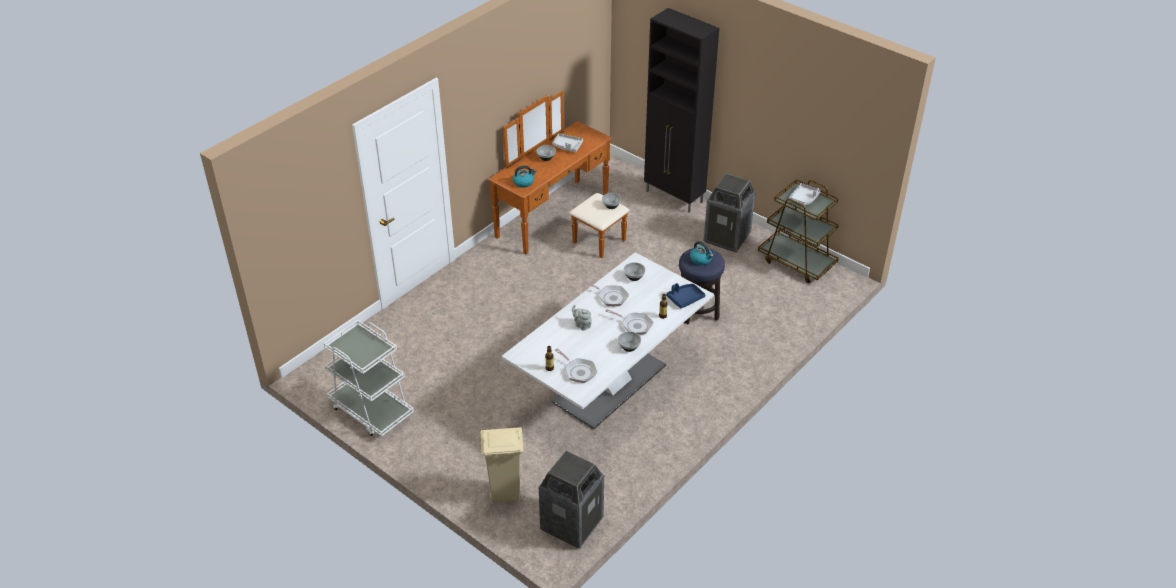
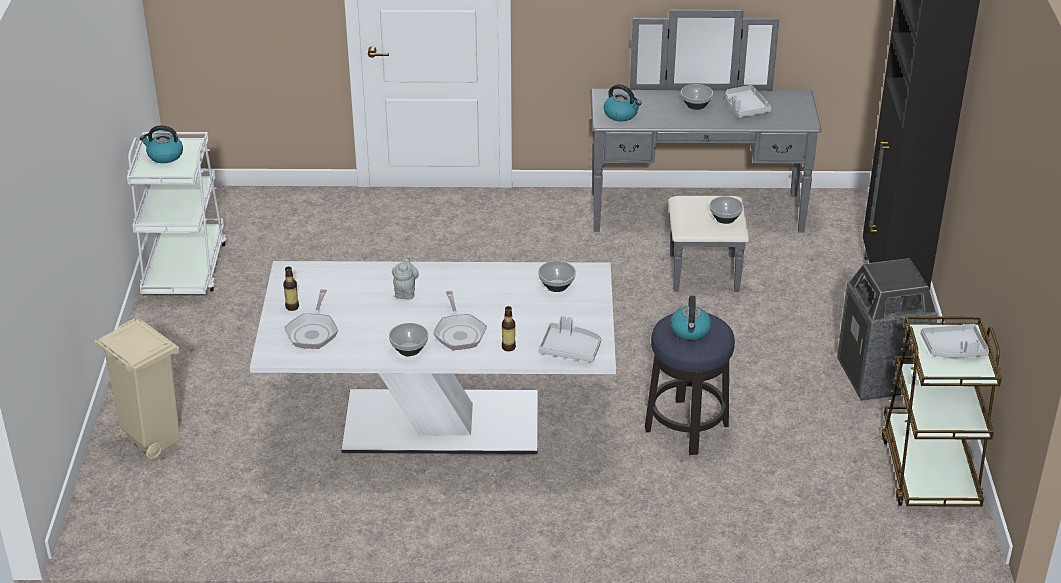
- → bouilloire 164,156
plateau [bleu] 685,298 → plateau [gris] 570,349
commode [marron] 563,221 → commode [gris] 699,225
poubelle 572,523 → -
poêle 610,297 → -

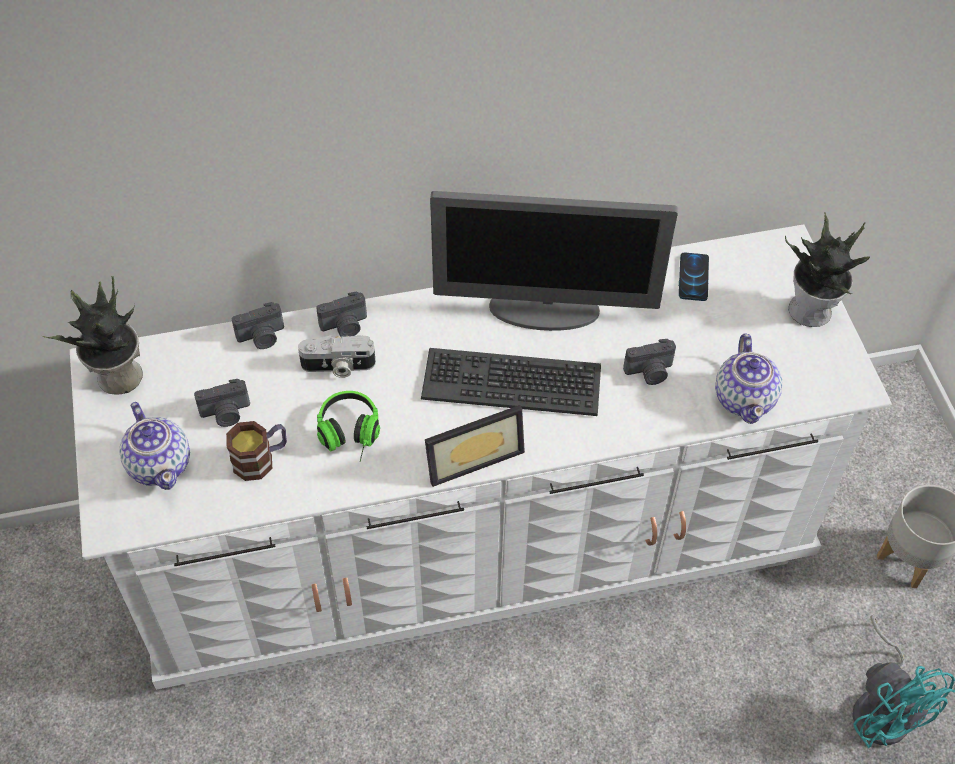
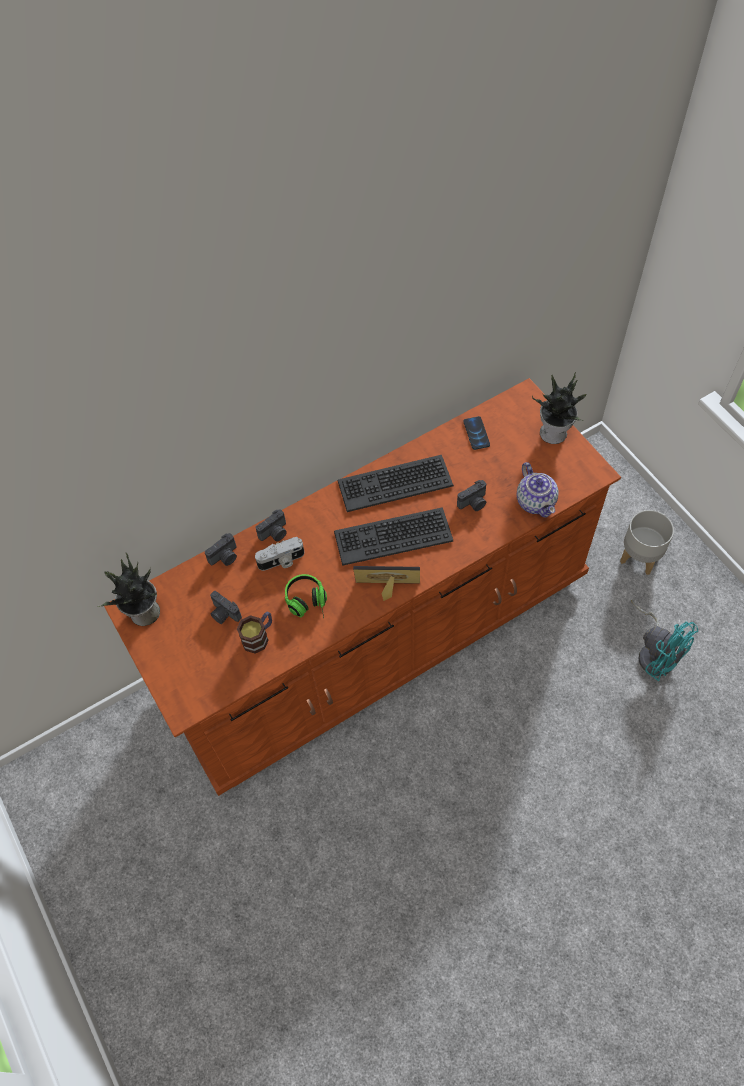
commode [blanc] 474,541 → commode [marron] 377,633
appareil photo 226,413 → appareil photo 224,614, 75 degrees clockwise
écran d'ordinateur 545,310 → clavier 395,483
cadre photo 471,455 → cadre photo 387,591, 135 degrees counterclockwise
théière 160,464 → -

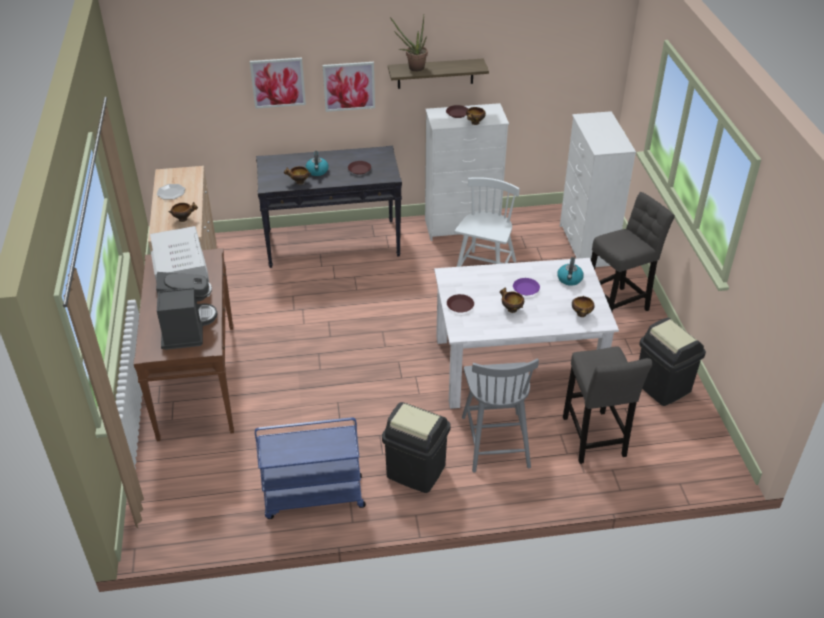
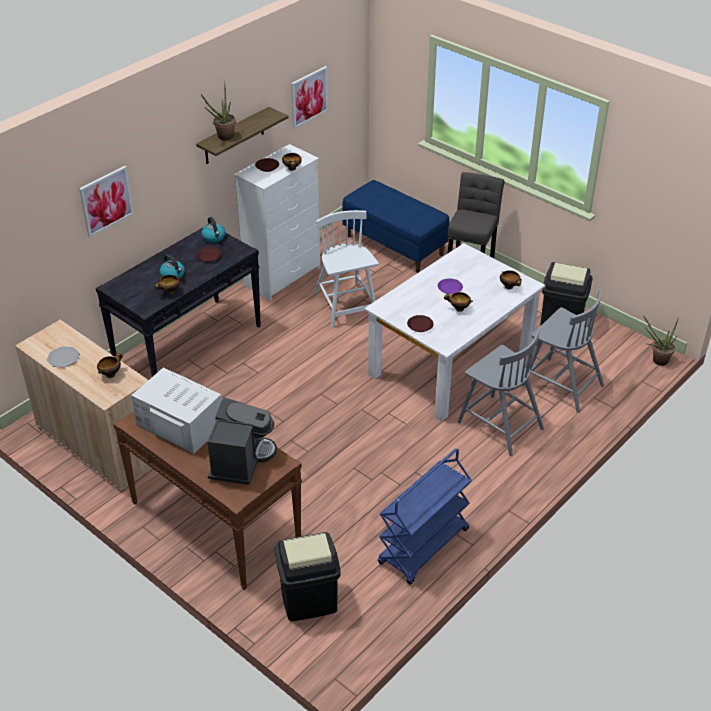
bouilloire 569,279 → bouilloire 214,237, moved
machine à café 186,328 → machine à café 240,460, 60 degrees clockwise
poubelle [noir] 415,471 → poubelle [noir] 309,600, moved
tableau 349,86 → tableau 309,96, moved
commode [blanc] 586,245 → banc [bleu] 395,245
tabouret [gris] 594,440 → chaise [gris] 561,384
- → plante en pot 656,360

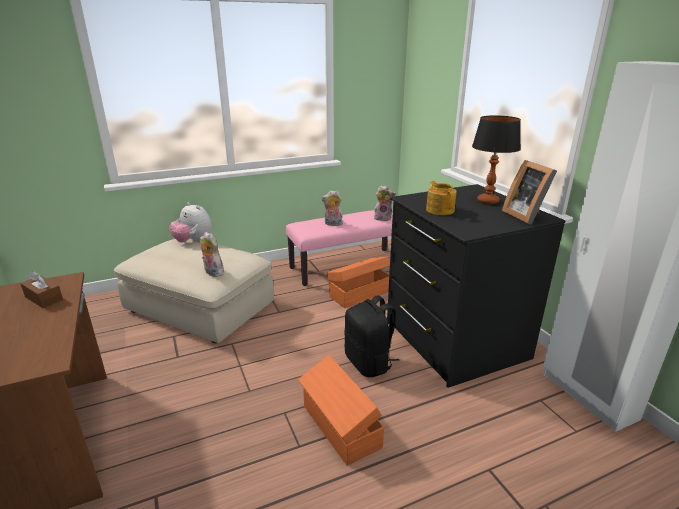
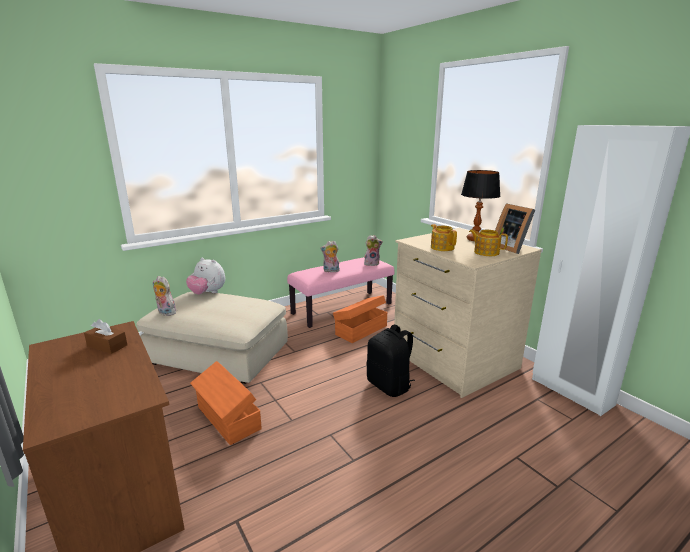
peluche 212,273 → peluche 165,313, moved
boîte de rangement [orange] 340,427 → boîte de rangement [orange] 228,419, moved
commode [noir] 453,340 → commode [beige] 453,360
- → théière 486,252

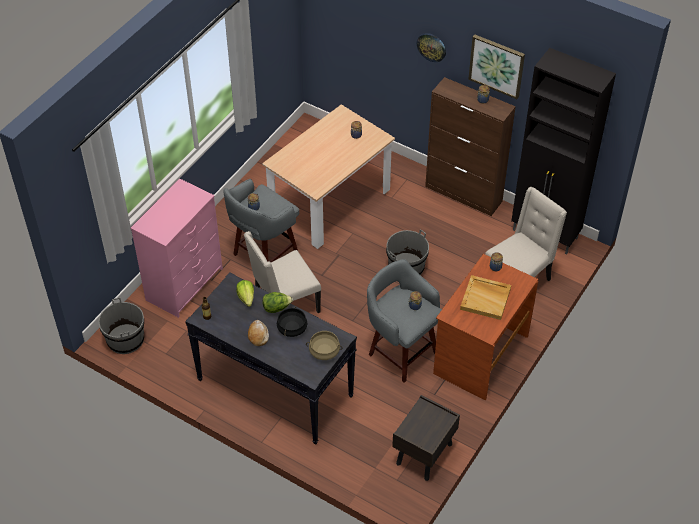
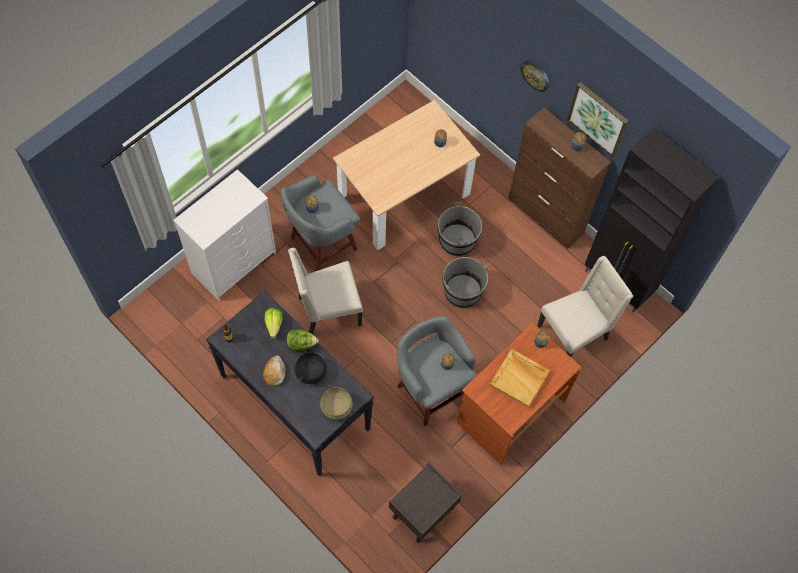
commode [rose] 185,284 → commode [blanc] 234,262
seau [gris] 125,339 → seau [gris] 457,240, moved

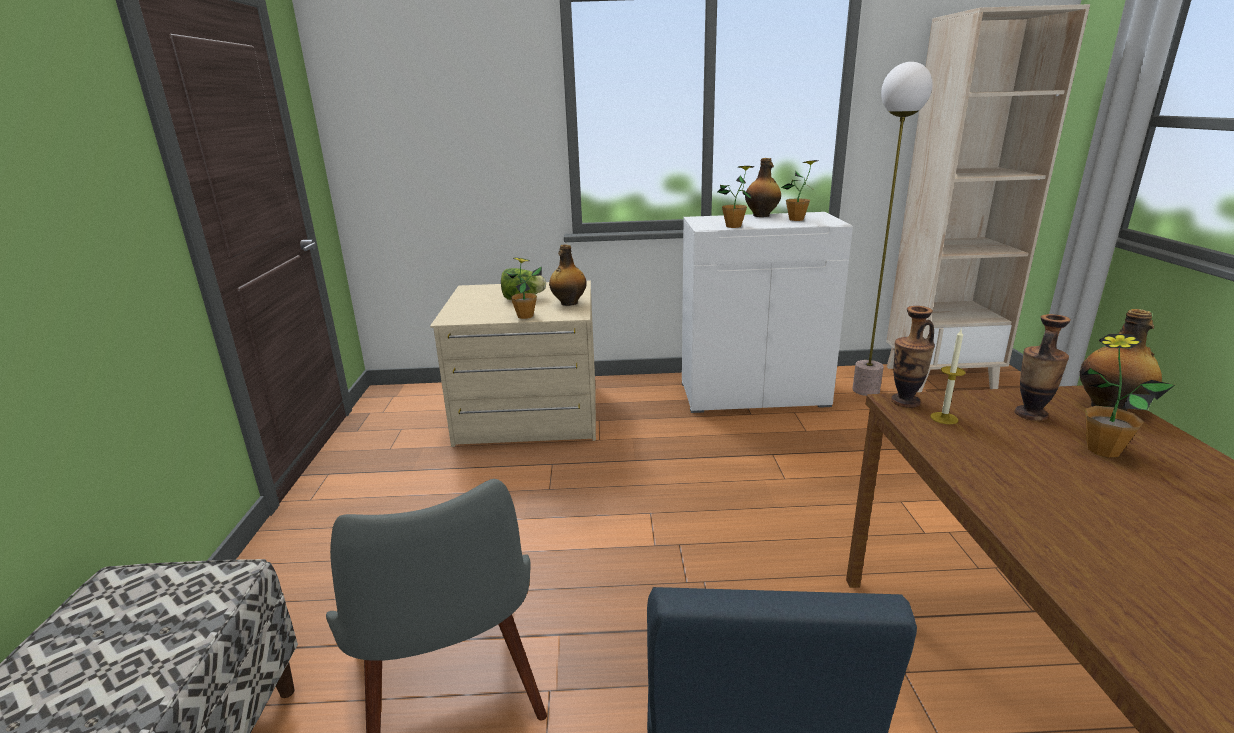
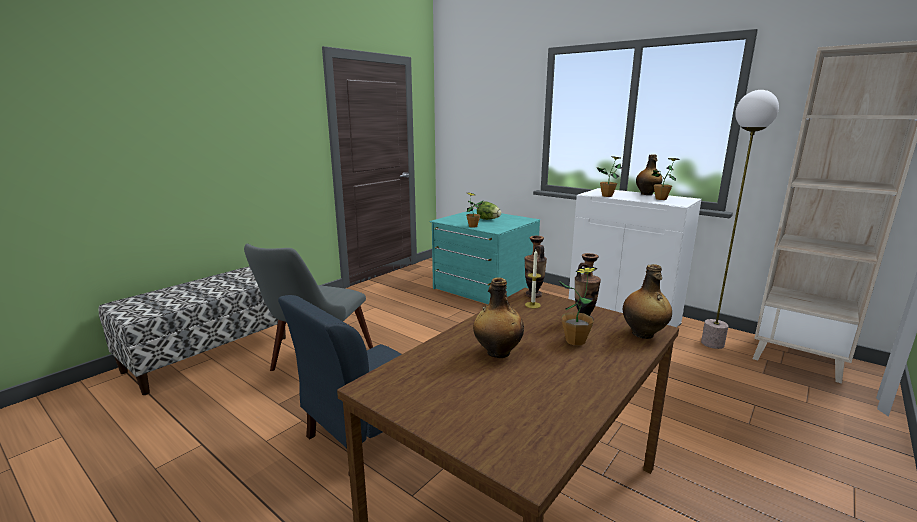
commode [beige] 529,415 → commode [turquoise] 483,288
bouteille 568,303 → bouteille 497,352, moved

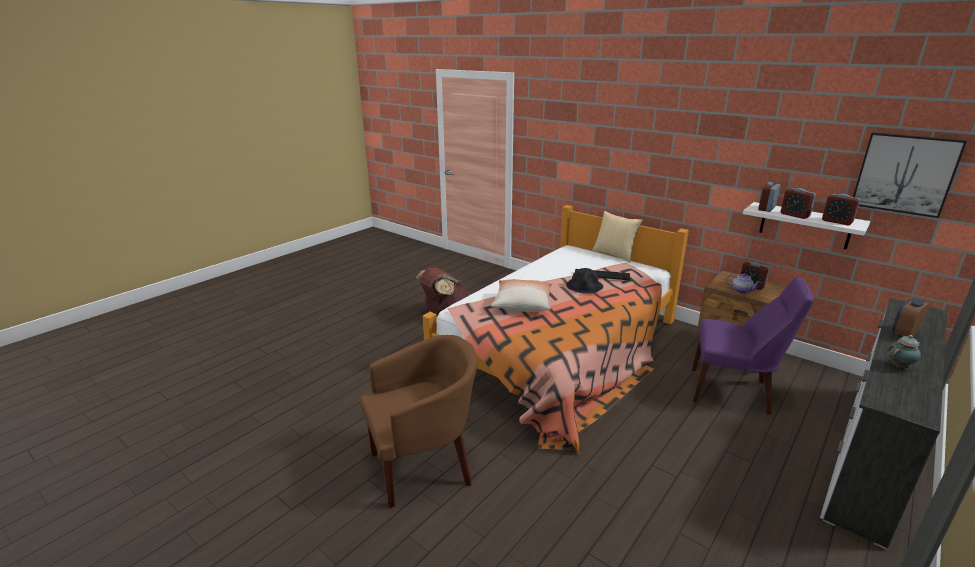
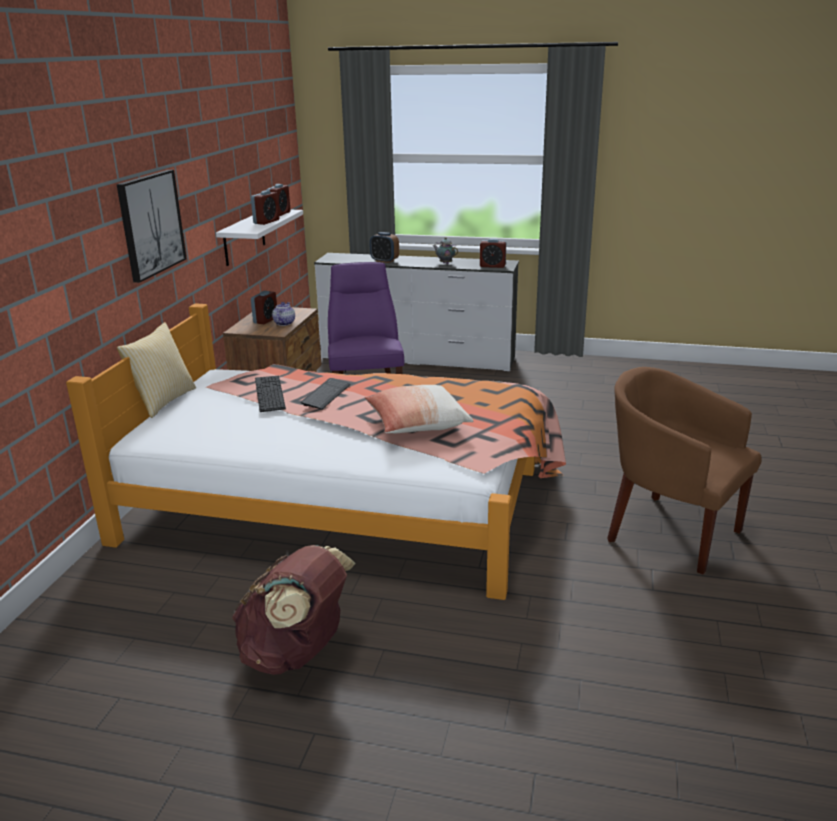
tableau 905,174 → tableau 151,224, moved
chapeau [noir] 584,286 → clavier 326,395
réveil 766,208 → réveil 492,266, moved

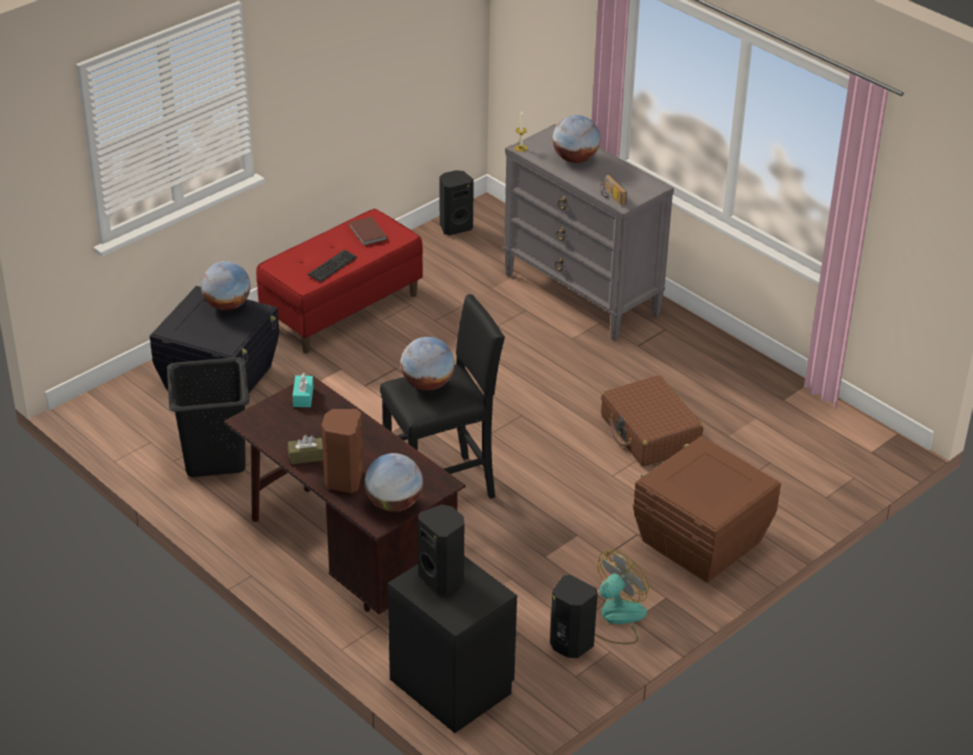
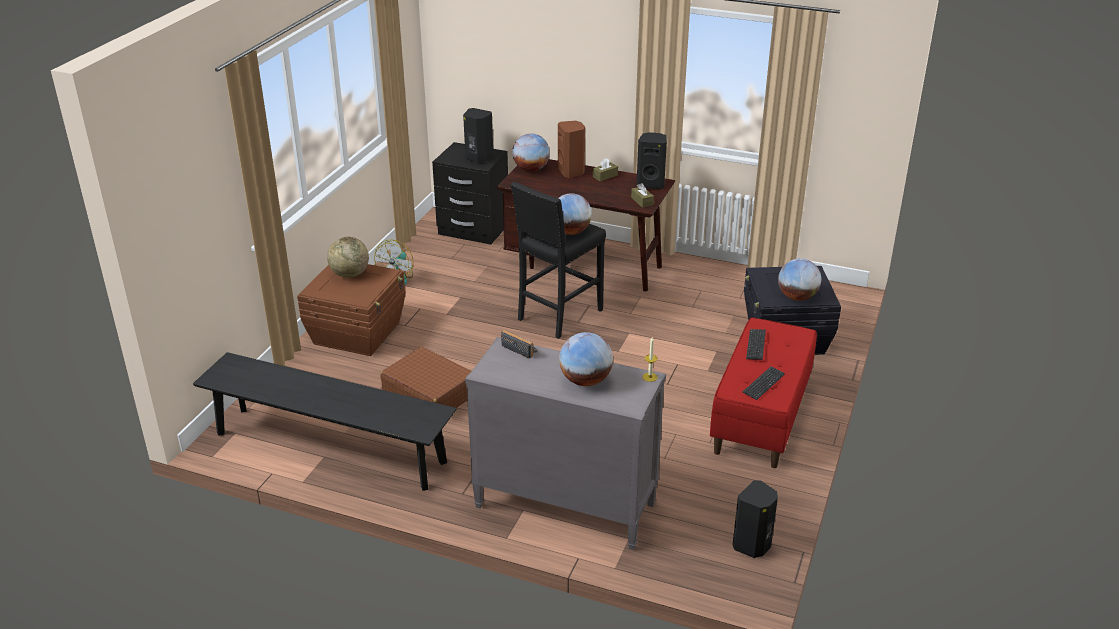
- → banc [noir] 330,448
- → globe 350,274
boîte à mouchoirs [turquoise] 303,397 → boîte à mouchoirs [marron] 642,201
enceinte [noir] 570,645 → enceinte [noir] 651,184, moved
livre [marron] 367,233 → clavier 763,384
panier à linge [noir] 214,457 → -

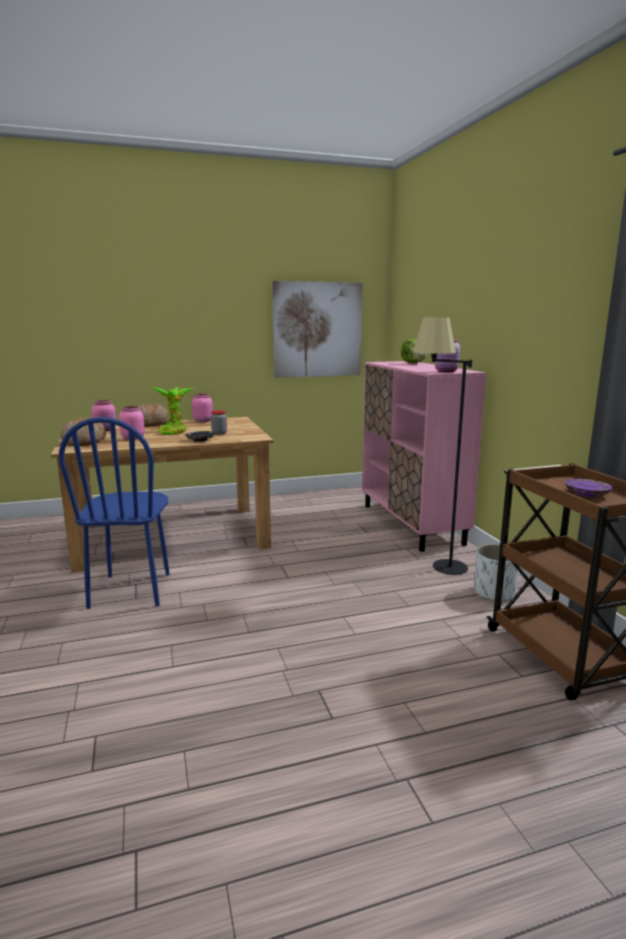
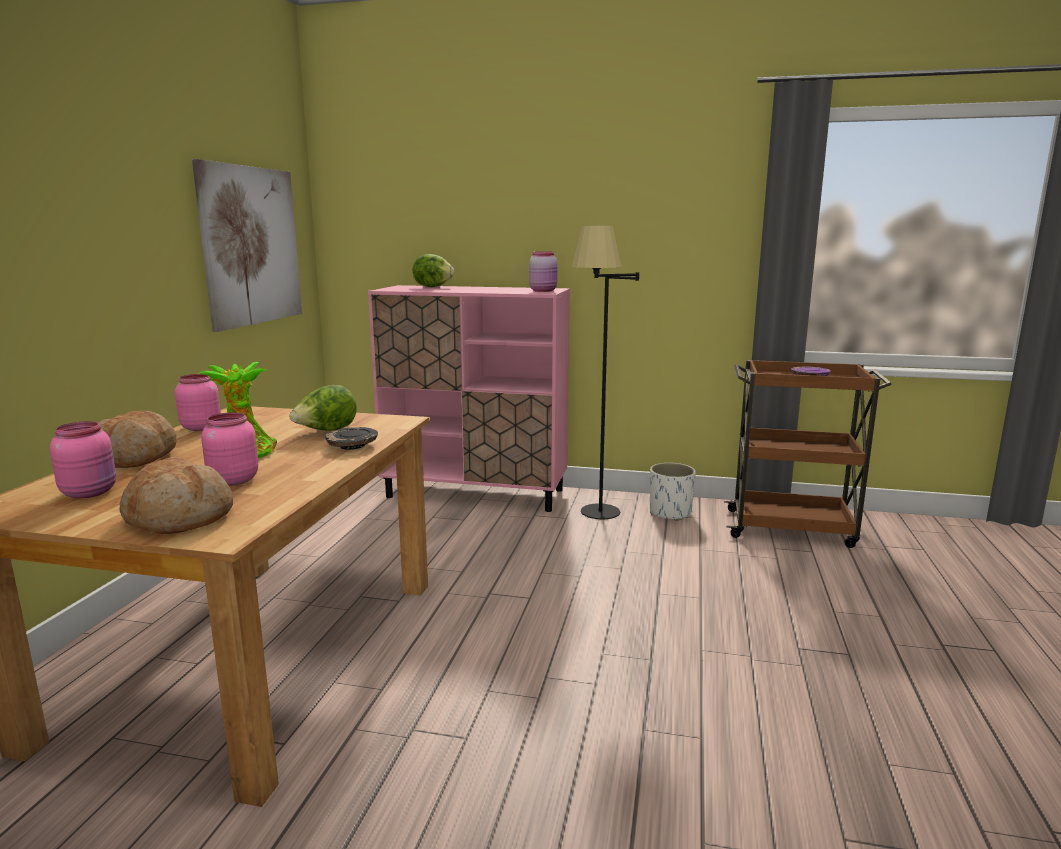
bocal 219,433 → laitue 326,431
chaise [bleu] 131,590 → -

